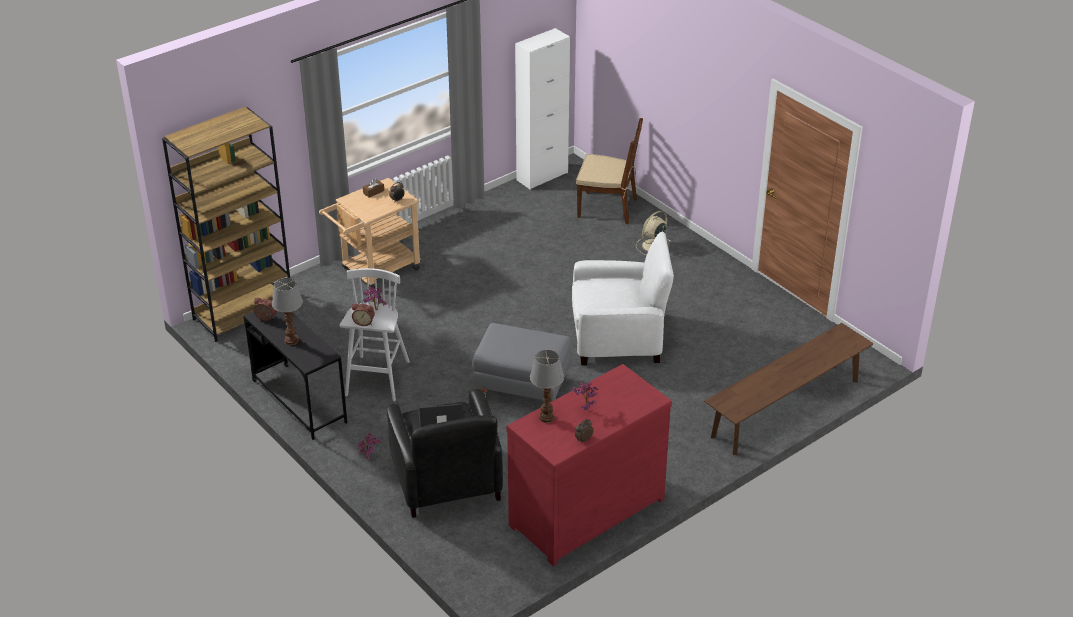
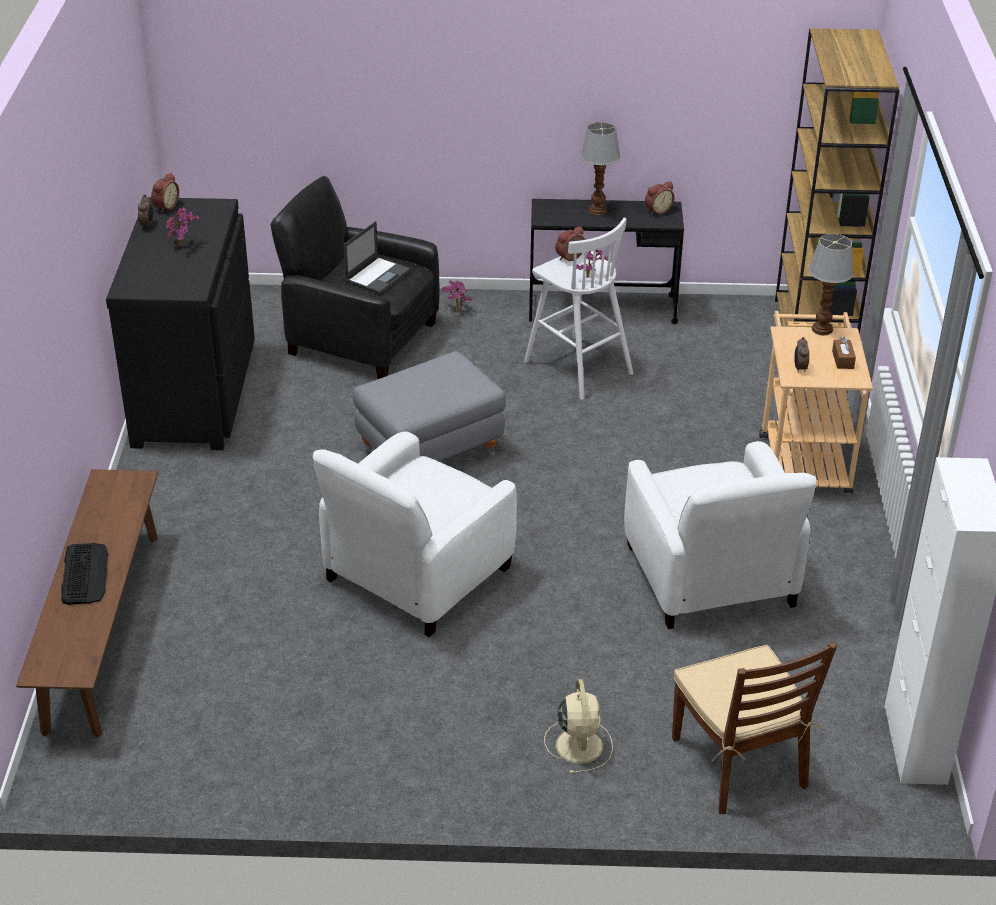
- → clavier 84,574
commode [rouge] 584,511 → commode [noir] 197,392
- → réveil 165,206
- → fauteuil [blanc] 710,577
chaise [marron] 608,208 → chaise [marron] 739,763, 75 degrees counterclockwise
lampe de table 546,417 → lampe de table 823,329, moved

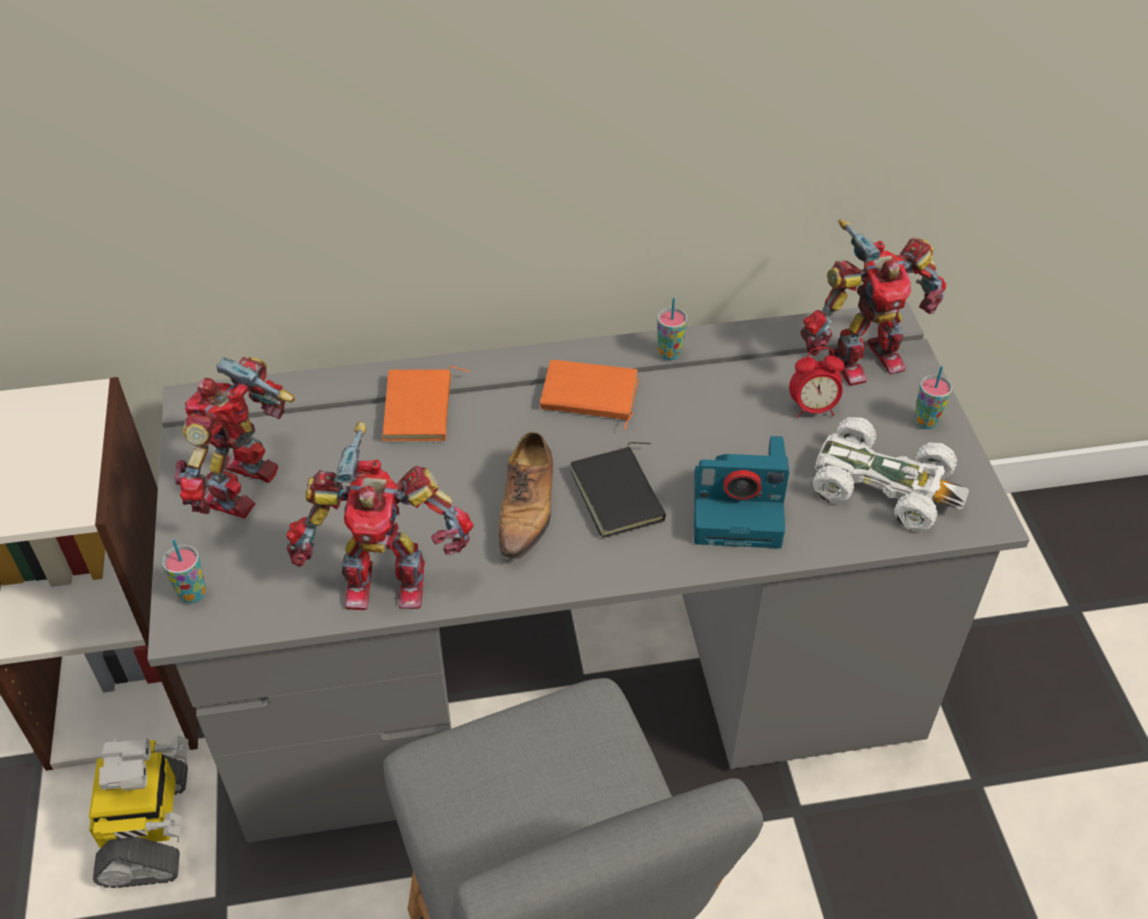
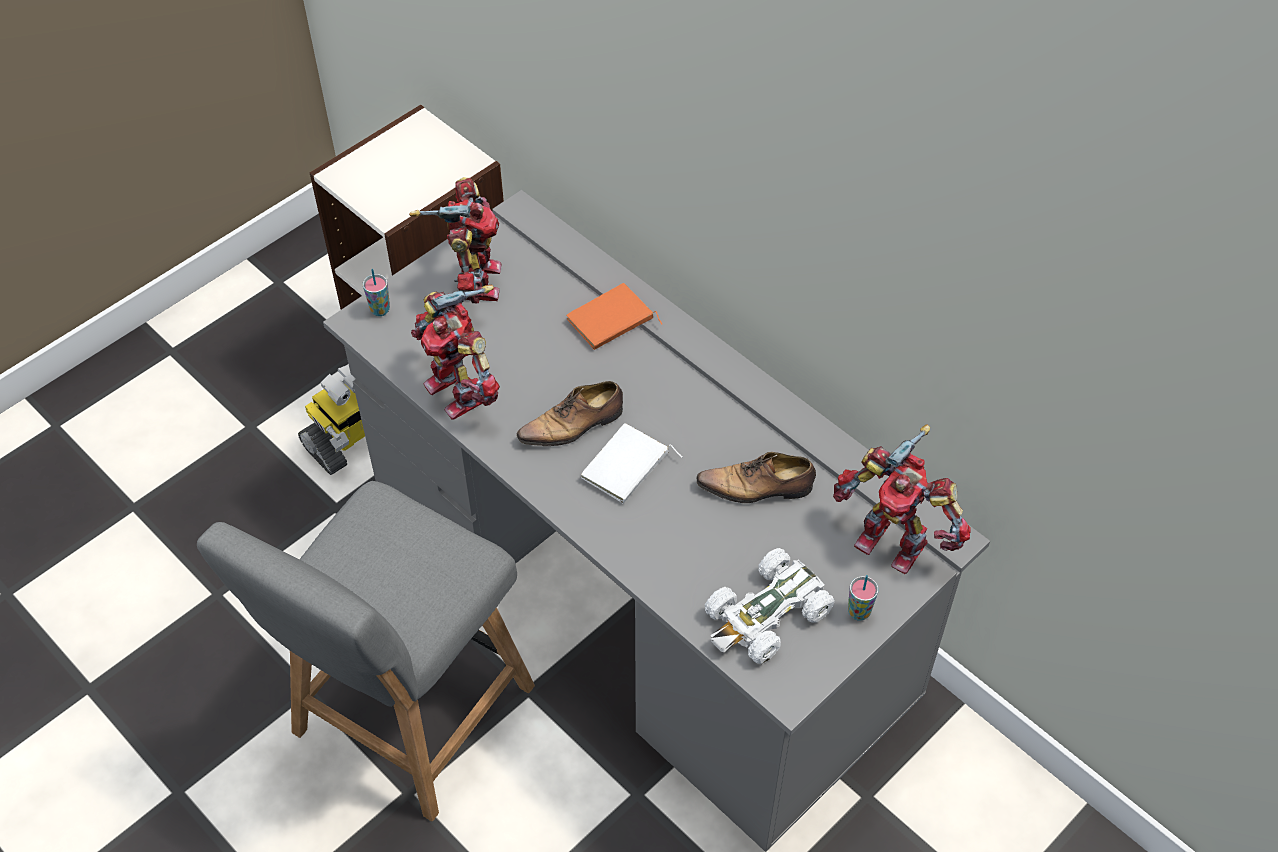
robot jouet 247,488 → robot jouet 474,281, 105 degrees clockwise
livre [noir] 620,495 → livre [blanc] 627,468
- → chaussure 757,488
petite voiture [blanc] 884,486 → petite voiture [blanc] 767,615, 60 degrees clockwise
livre [orange] 588,397 → -
tasse 669,353 → -
appareil photo 739,509 → -
réveil 813,408 → -

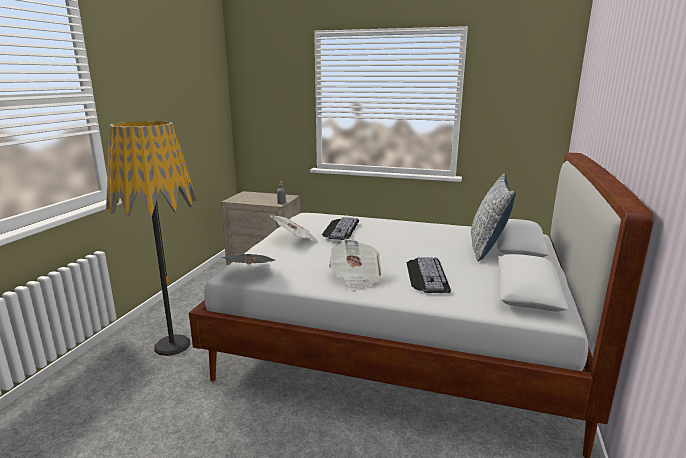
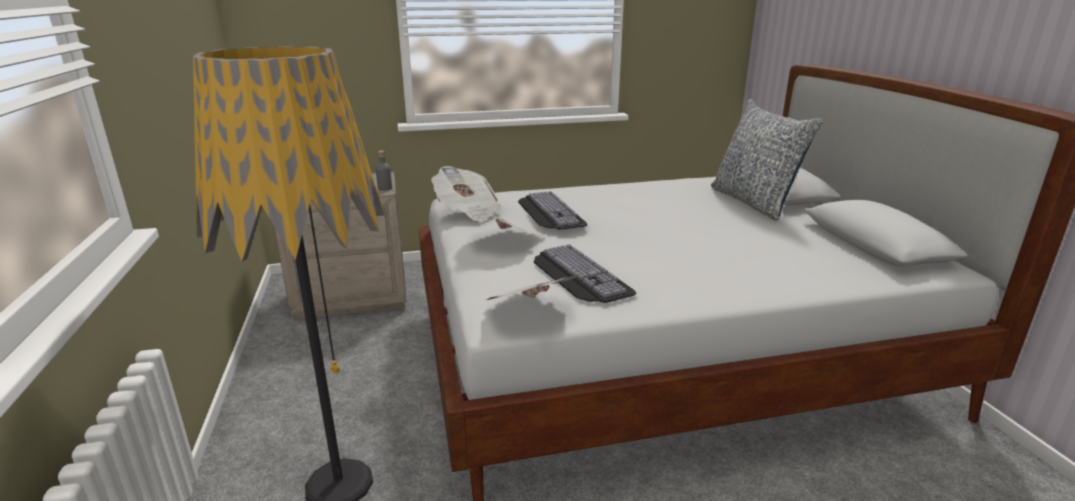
journal 355,278 → journal 467,211, moved
clavier 425,274 → clavier 576,274, moved

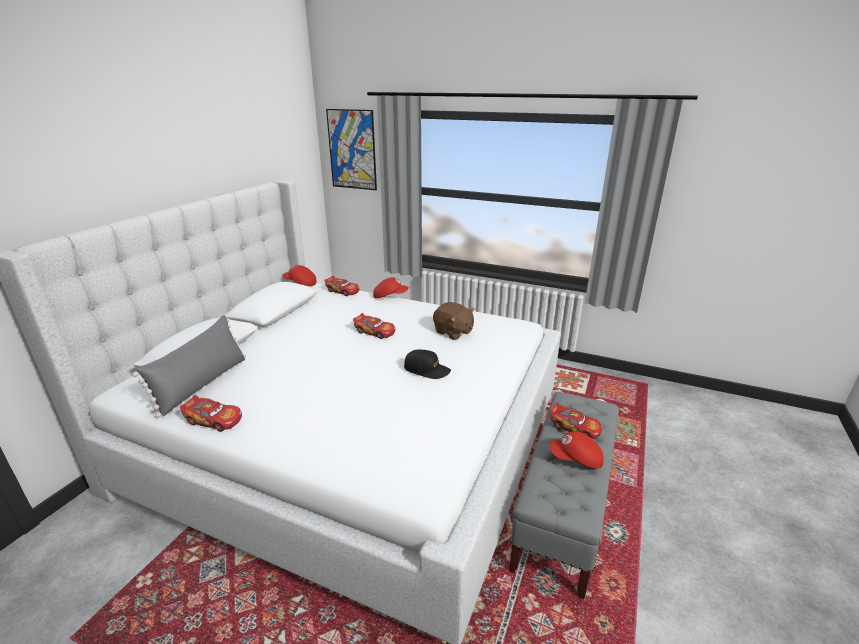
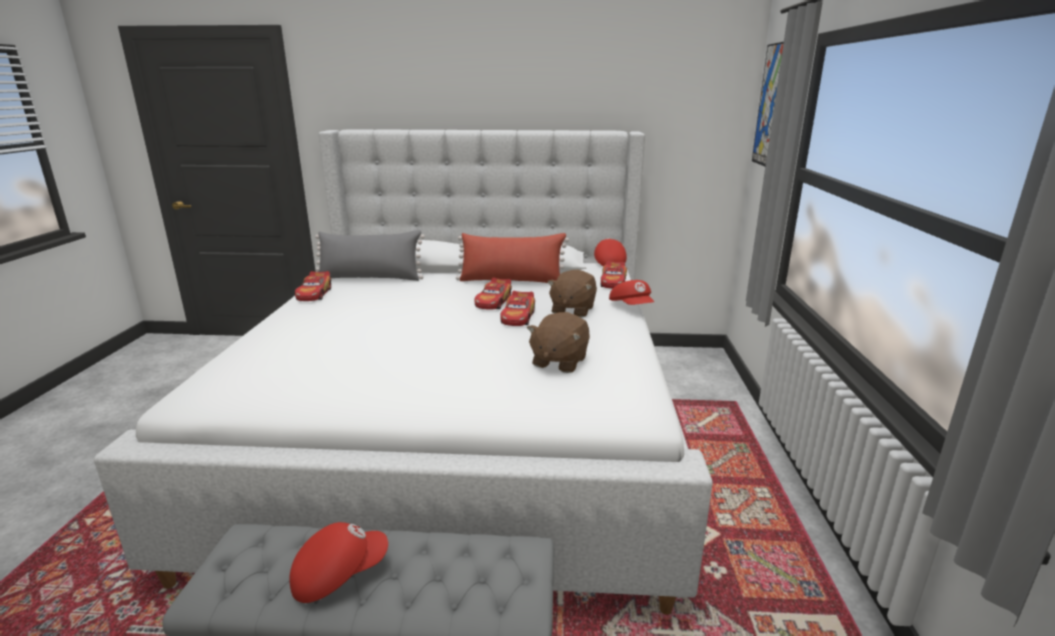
casquette [rouge] 576,459 → casquette [rouge] 339,574, 75 degrees clockwise
- → coussin [rouge] 511,281
petite voiture 574,427 → petite voiture 494,302, moved
- → peluche [marron] 572,310
casquette [noir] 427,369 → -

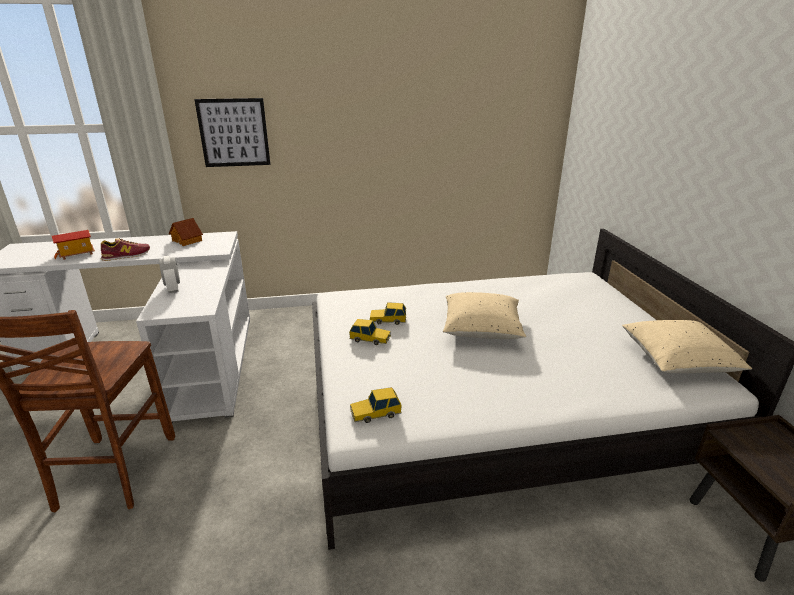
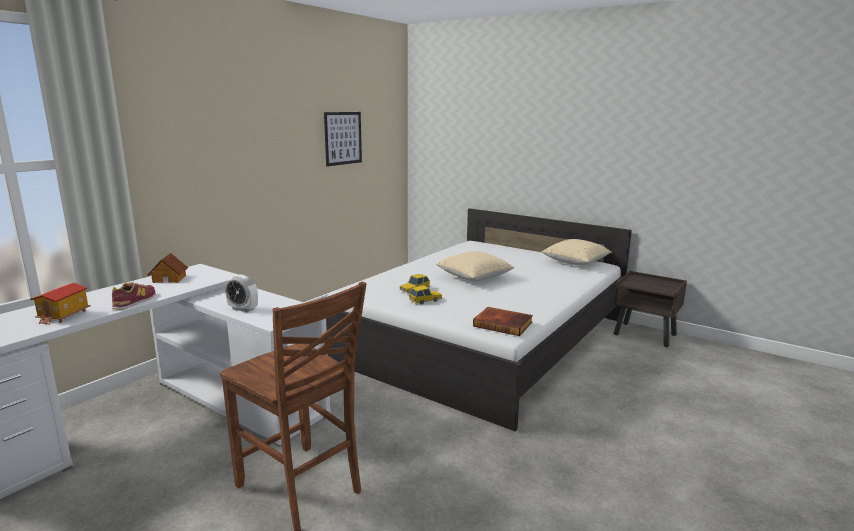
tableau 234,133 → tableau 343,138, moved
petite voiture 375,413 → livre 503,324

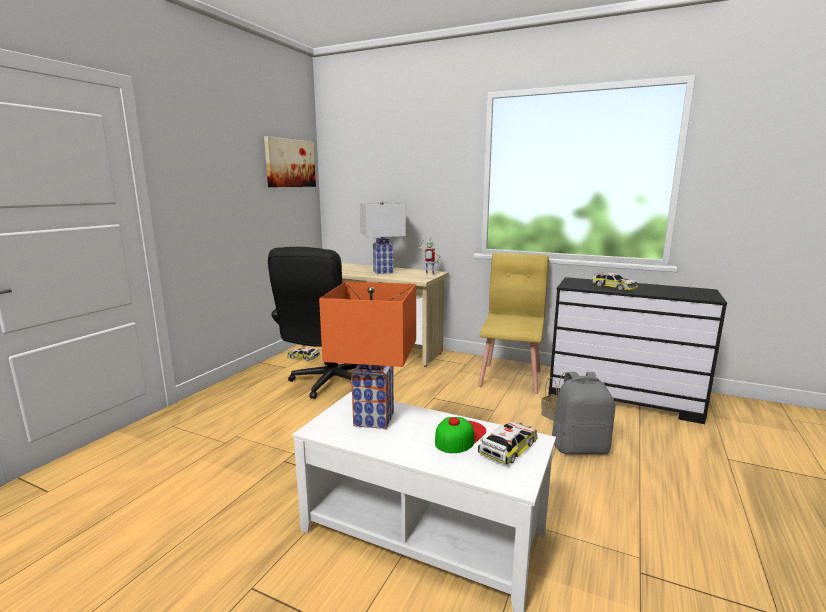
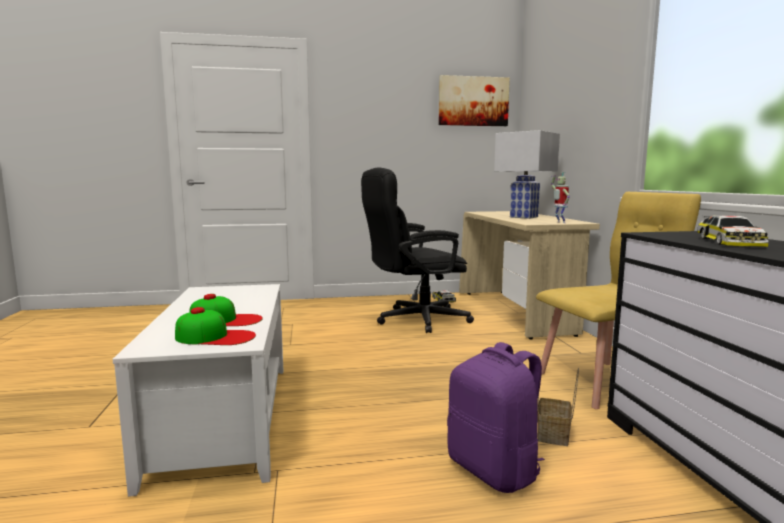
petite voiture 509,448 → casquette 215,337
sac à dos [gris] 580,447 → sac à dos [violet] 494,470
lampe de table [orange] 373,418 → -

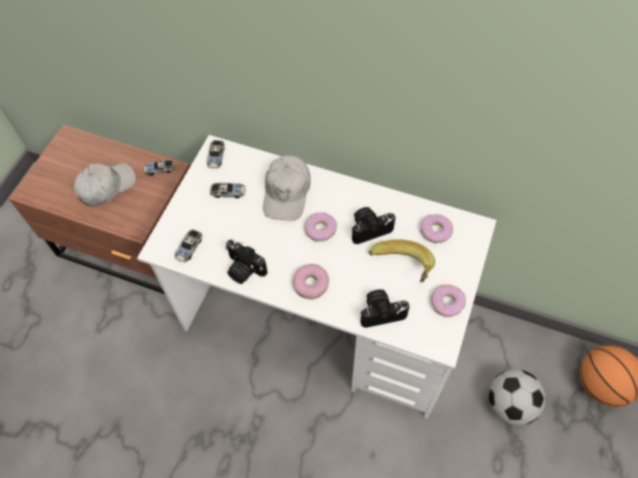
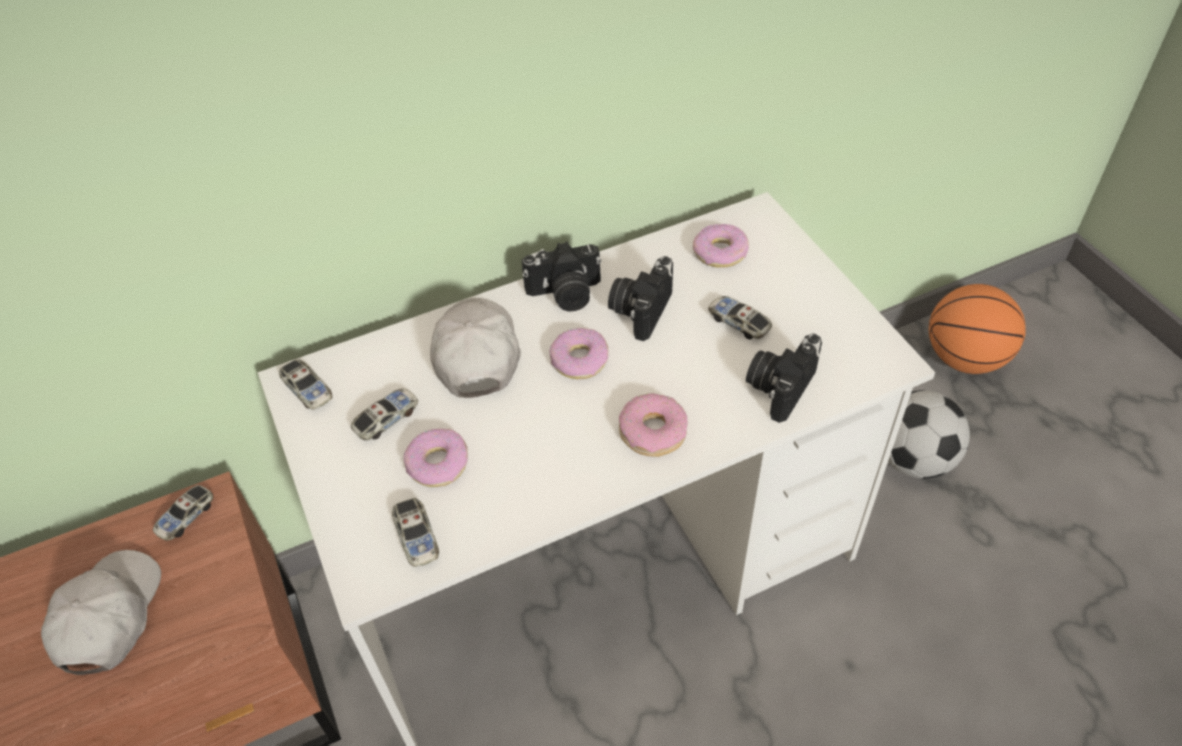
beignet 447,303 → beignet 437,464, moved
casquette [blanc] 287,193 → casquette [blanc] 476,354, 150 degrees counterclockwise
appareil photo 243,269 → appareil photo 565,294, moved
banane 401,270 → petite voiture 738,323

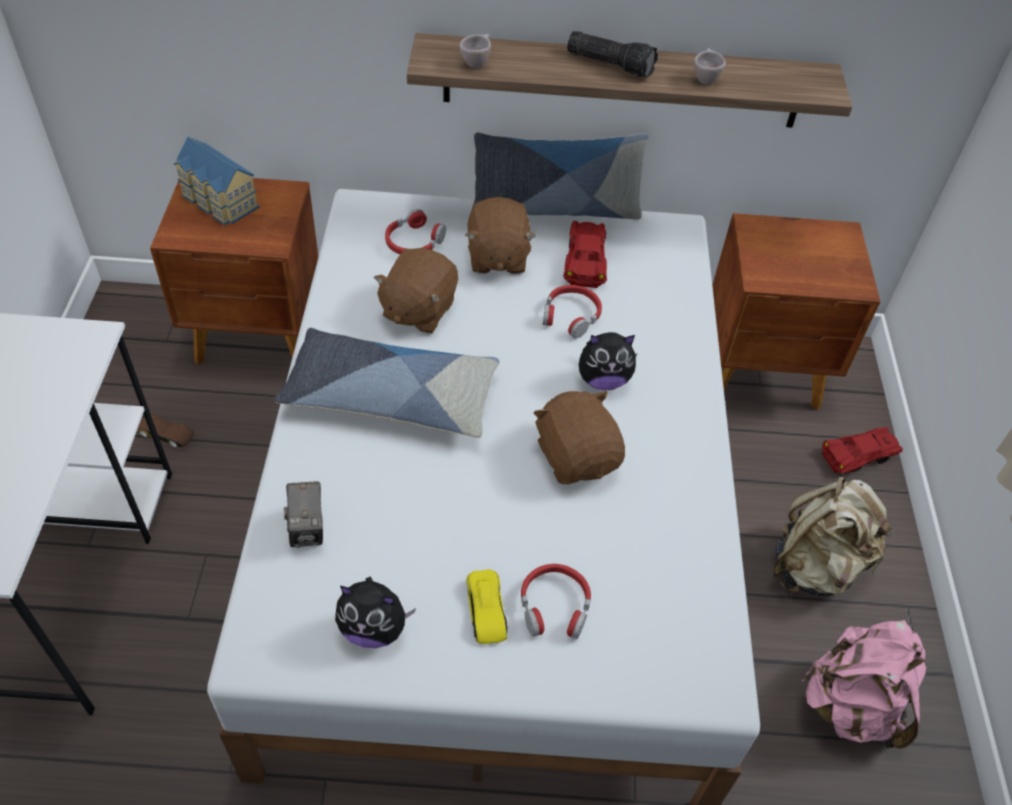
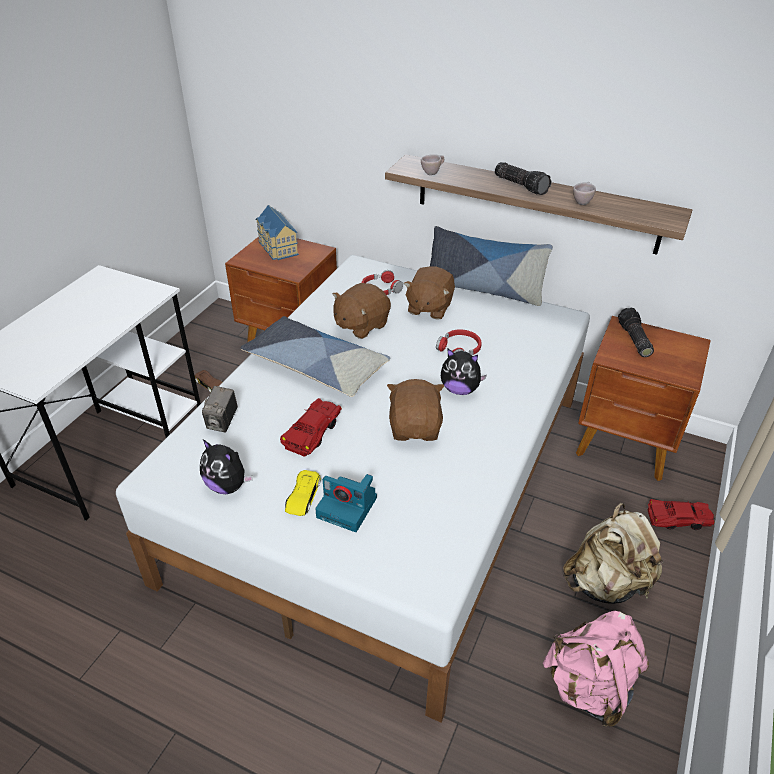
petite voiture [rouge] 585,261 → petite voiture [rouge] 313,432, moved
casque audio [rouge] 554,606 → appareil photo 348,507
- → lampe de poche 633,339

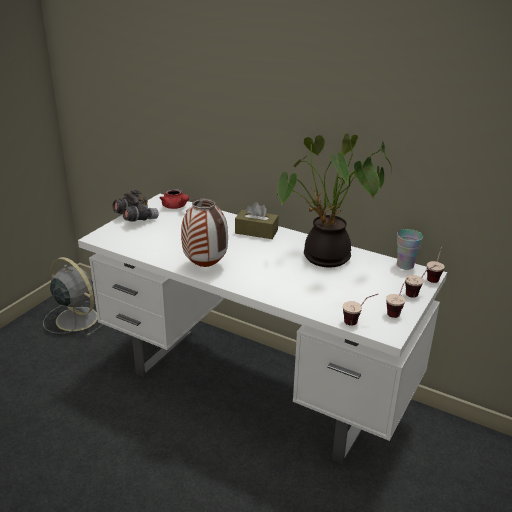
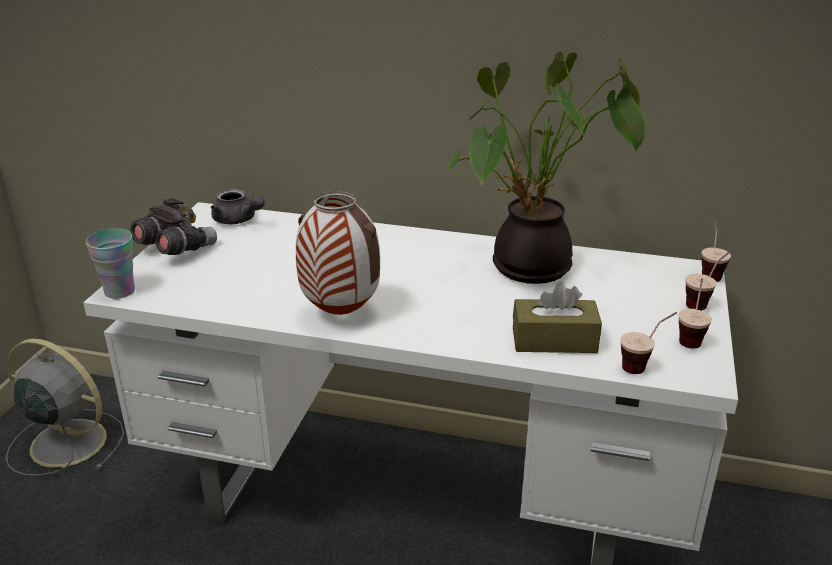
tasse 405,265 → tasse 119,291, moved
théière [rouge] 175,207 → théière [gris] 238,220
boîte à mouchoirs [marron] 256,231 → boîte à mouchoirs [marron] 554,340, moved

